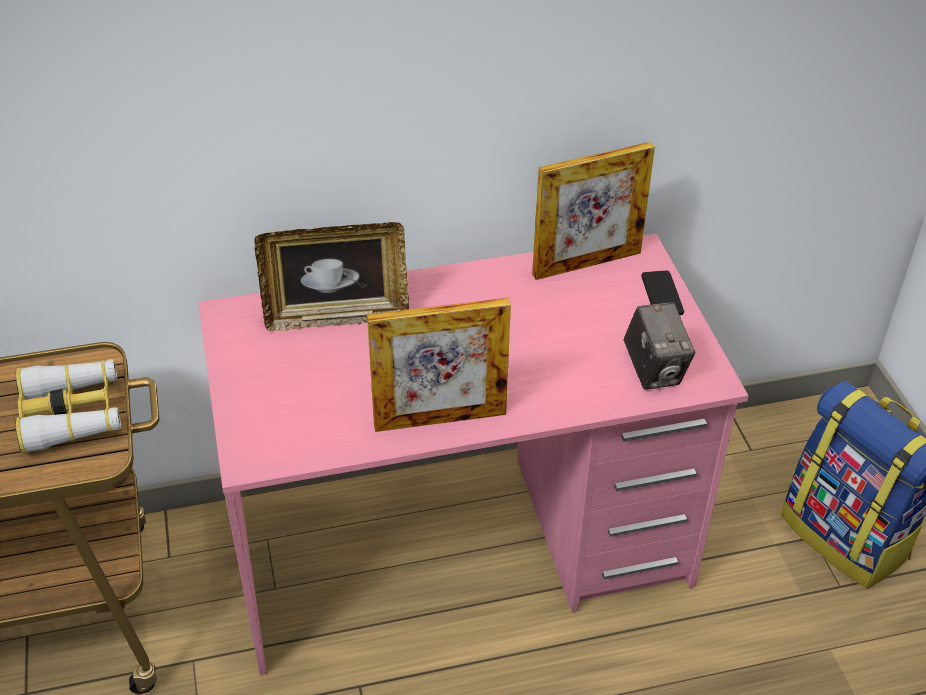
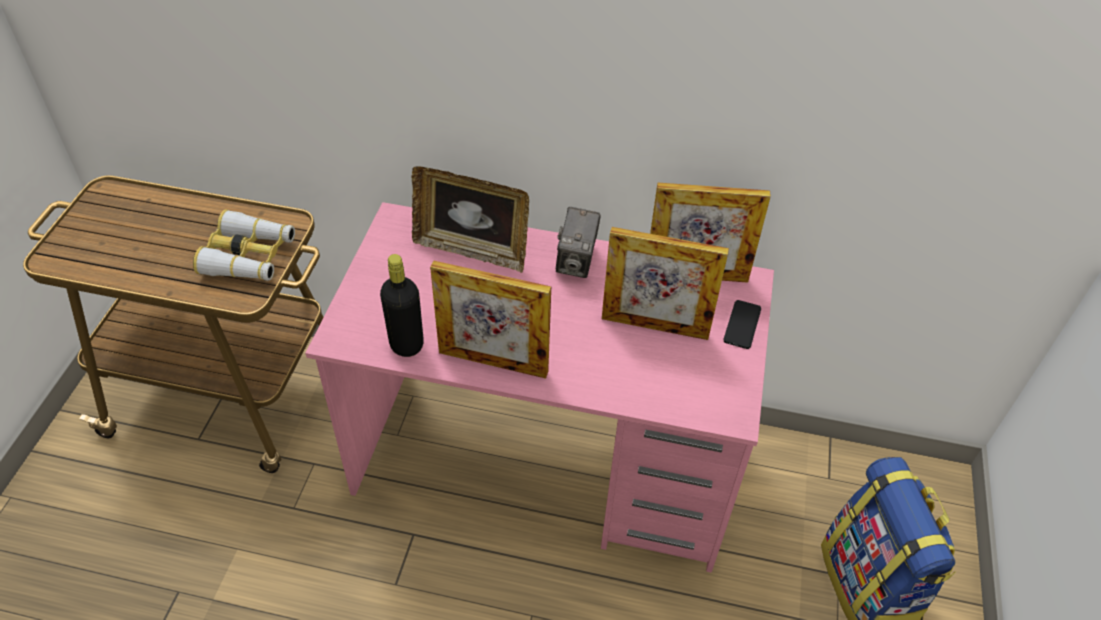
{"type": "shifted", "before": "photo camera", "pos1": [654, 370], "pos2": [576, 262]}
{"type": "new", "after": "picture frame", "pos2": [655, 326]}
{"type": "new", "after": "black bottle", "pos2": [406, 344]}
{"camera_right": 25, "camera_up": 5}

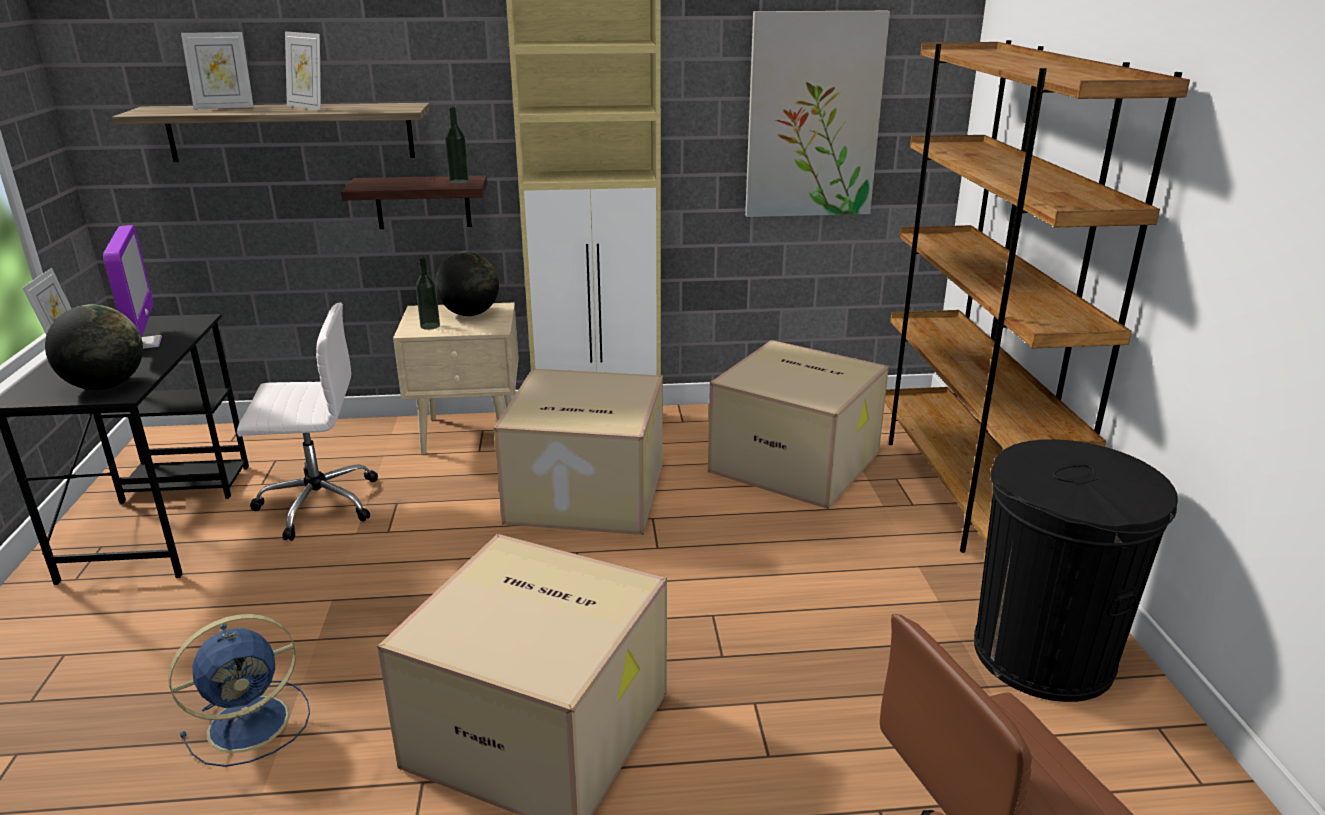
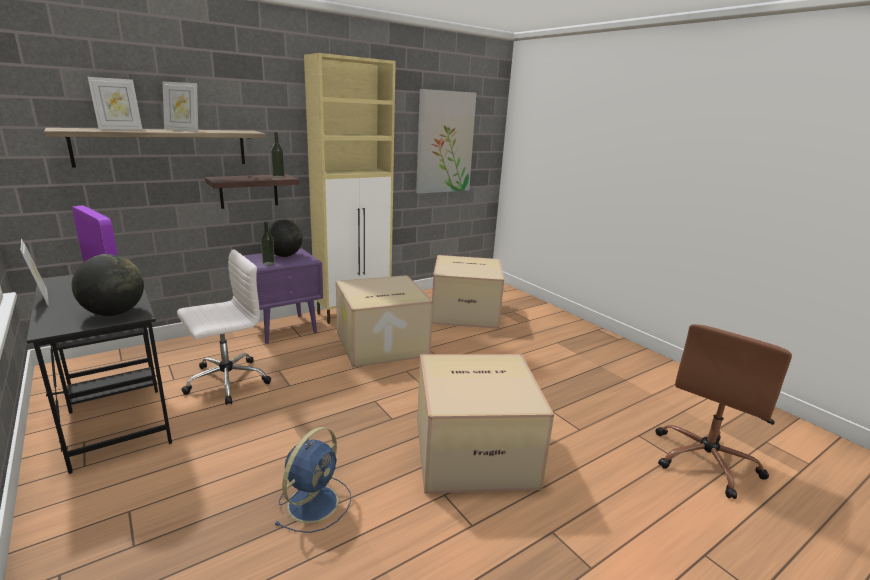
{"type": "gone", "before": "brown bookcase", "pos1": [963, 491]}
{"type": "repainted", "before": "beige nightstand", "after": "purple nightstand", "pos1": [470, 433], "pos2": [285, 328]}
{"type": "gone", "before": "black trash can", "pos1": [1043, 654]}
{"camera_right": -30, "camera_up": -5}

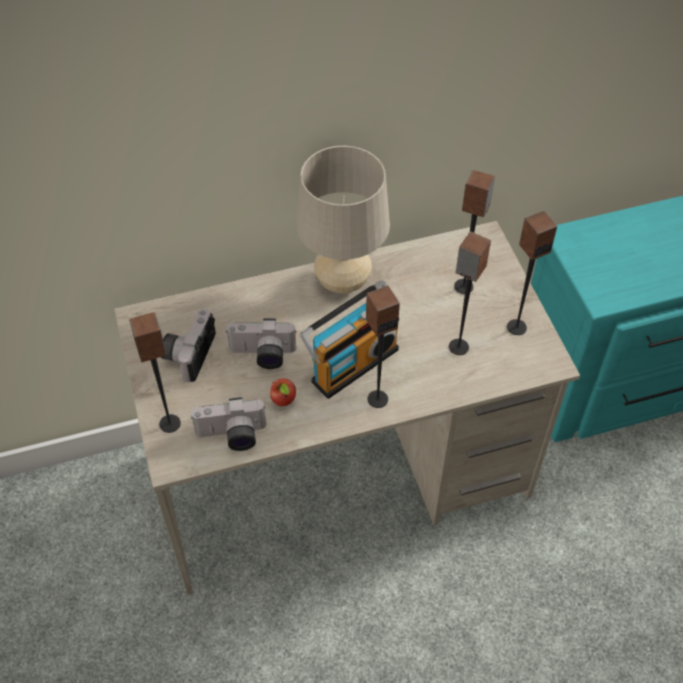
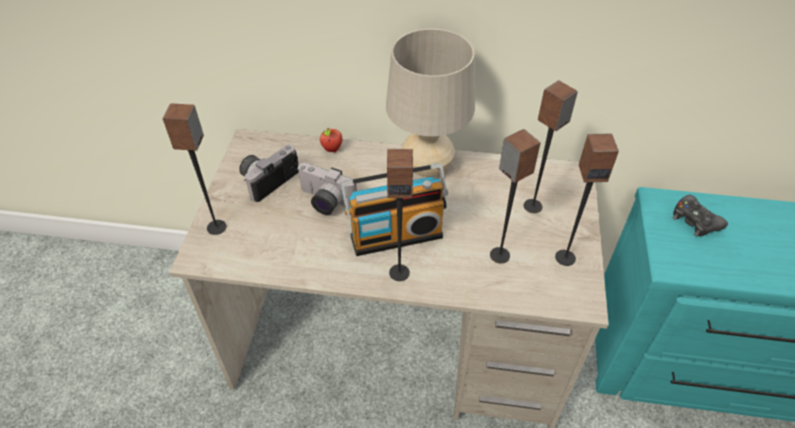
{"type": "shifted", "before": "apple", "pos1": [284, 402], "pos2": [332, 150]}
{"type": "gone", "before": "photo camera", "pos1": [232, 436]}
{"type": "new", "after": "black game controller", "pos2": [695, 221]}
{"camera_right": 25, "camera_up": -5}

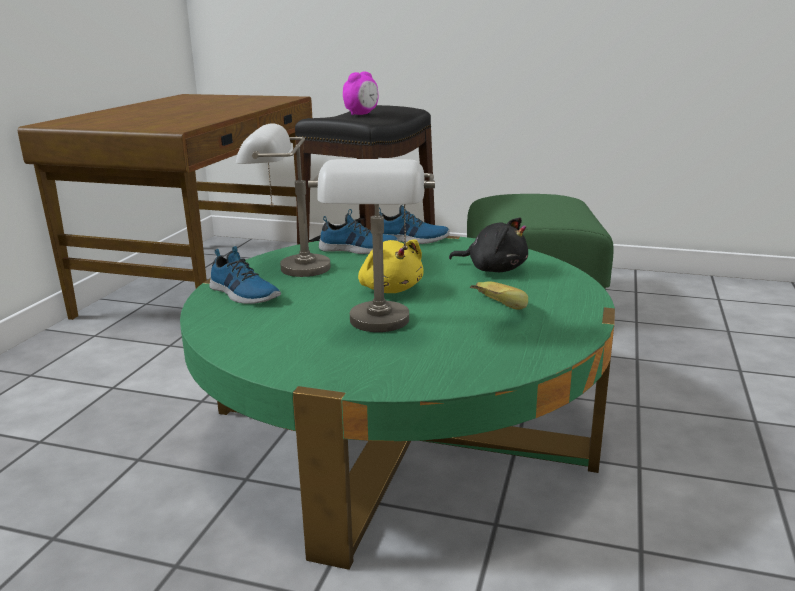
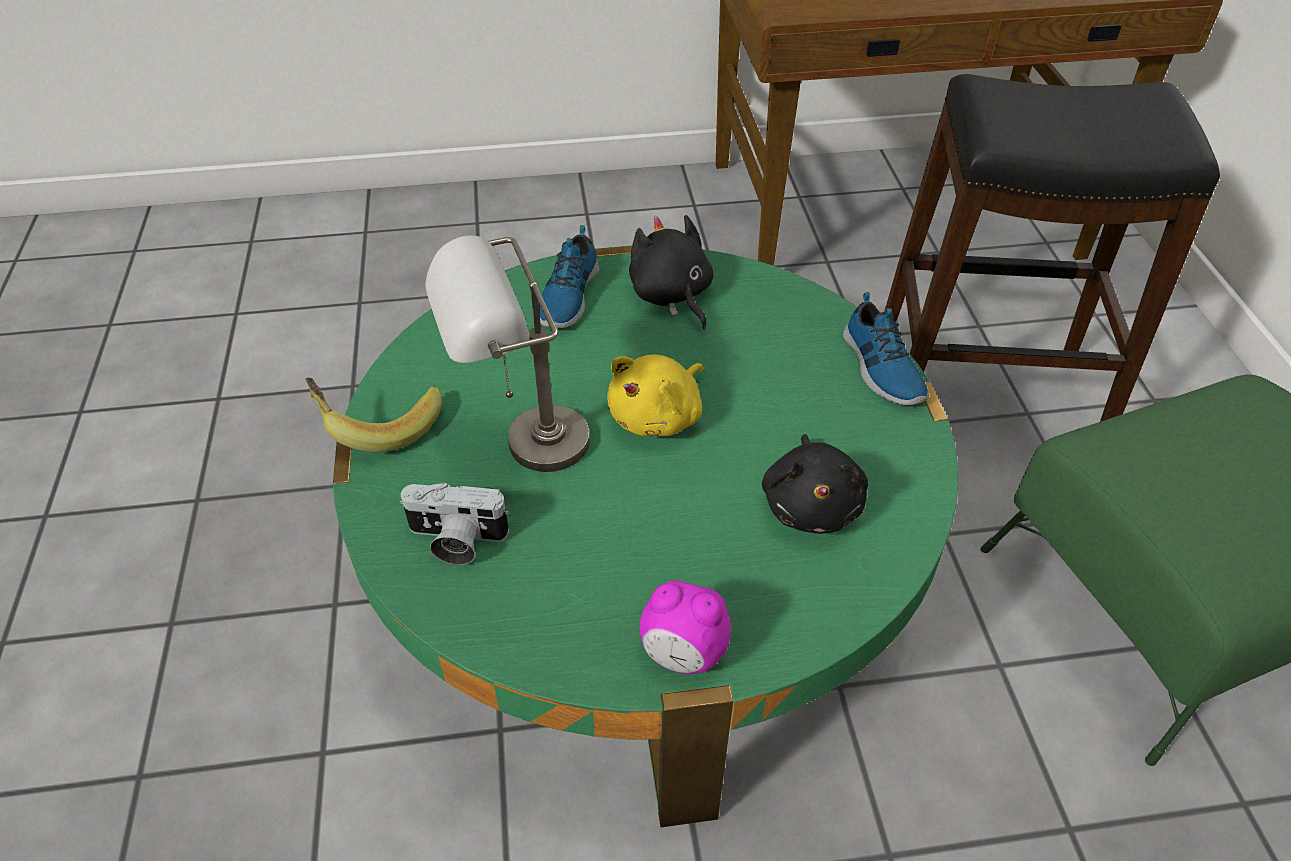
{"type": "shifted", "before": "alarm clock", "pos1": [361, 114], "pos2": [683, 654]}
{"type": "swapped", "before": "grey table lamp", "after": "black plush toy", "pos1": [287, 269], "pos2": [671, 296]}
{"type": "gone", "before": "shoe", "pos1": [358, 249]}
{"type": "shifted", "before": "banana", "pos1": [487, 312], "pos2": [379, 423]}
{"type": "new", "after": "photo camera", "pos2": [455, 540]}
{"camera_right": 65, "camera_up": 25}

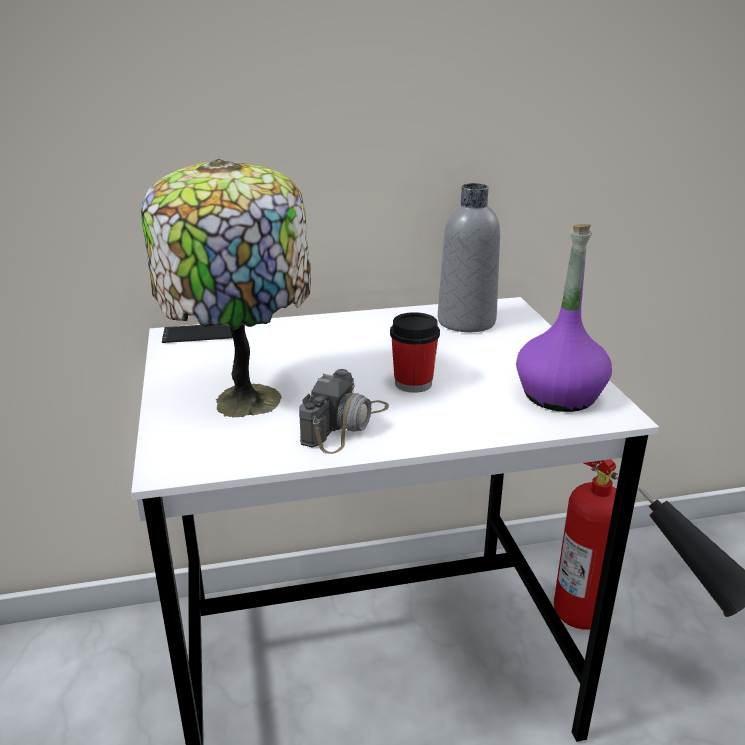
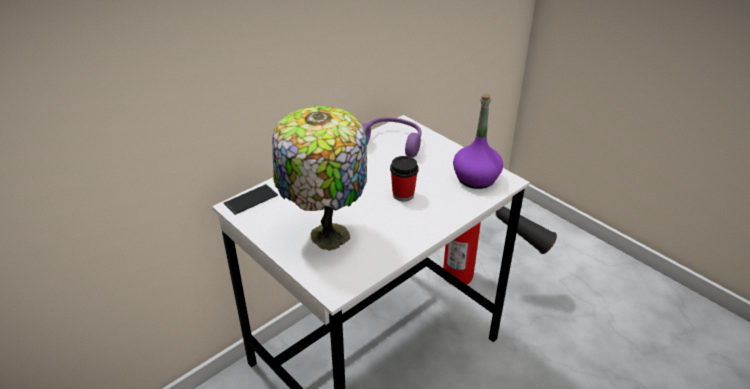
{"type": "swapped", "before": "grey bottle", "after": "purple headphones", "pos1": [466, 321], "pos2": [392, 142]}
{"type": "gone", "before": "photo camera", "pos1": [345, 423]}
{"camera_right": -30, "camera_up": 10}

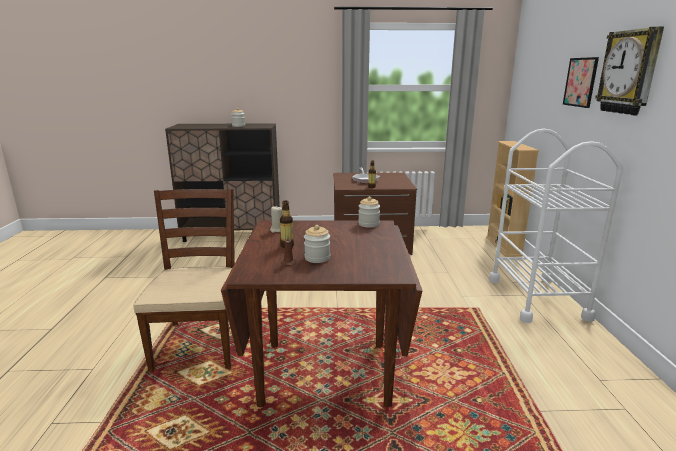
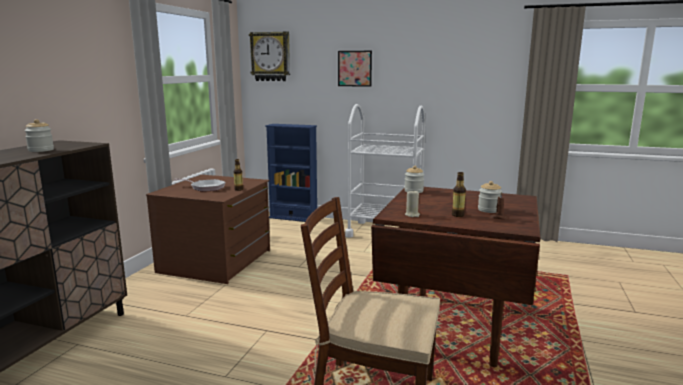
{"type": "shifted", "before": "wall clock", "pos1": [629, 72], "pos2": [270, 56]}
{"type": "repainted", "before": "beige bookcase", "after": "blue bookcase", "pos1": [503, 246], "pos2": [293, 218]}
{"camera_right": -70, "camera_up": -5}

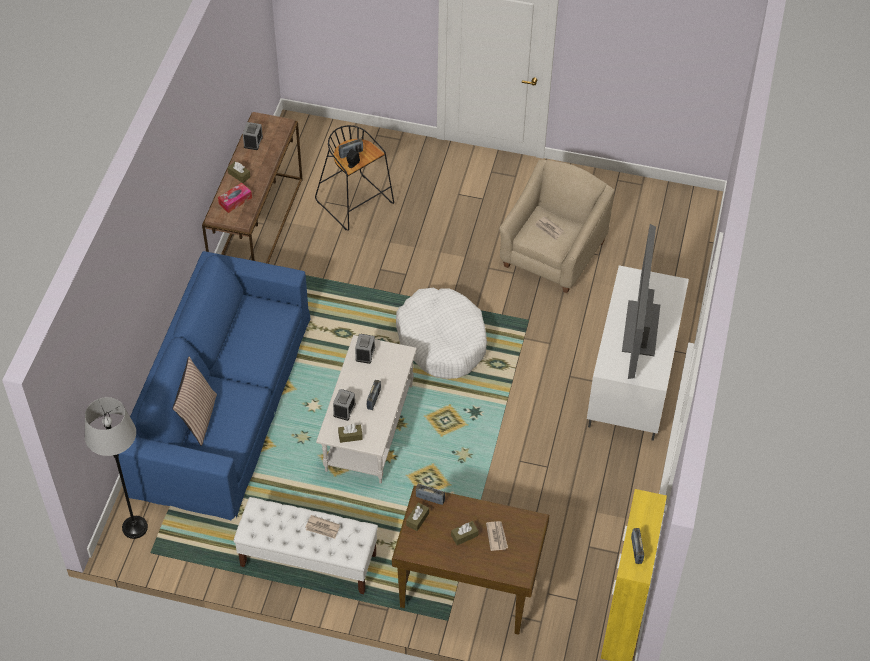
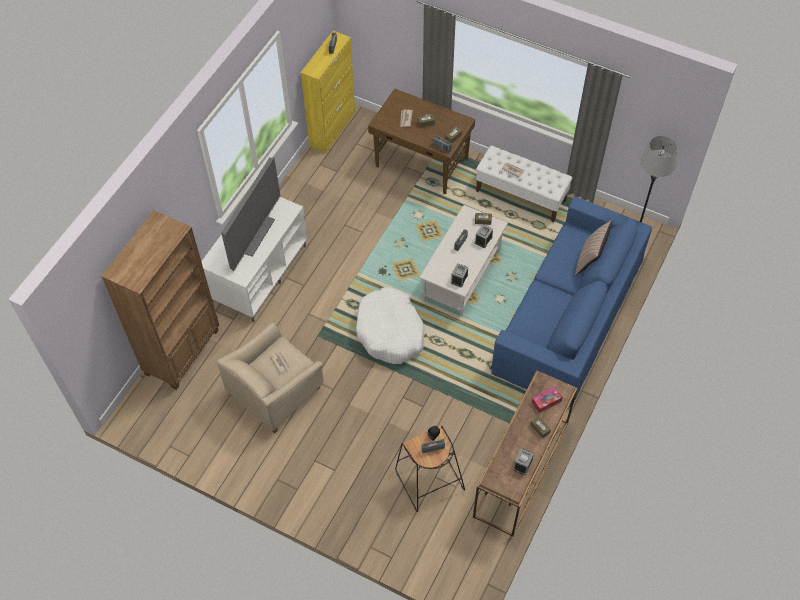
{"type": "new", "after": "brown bookcase", "pos2": [183, 352]}
{"camera_right": -165, "camera_up": 5}

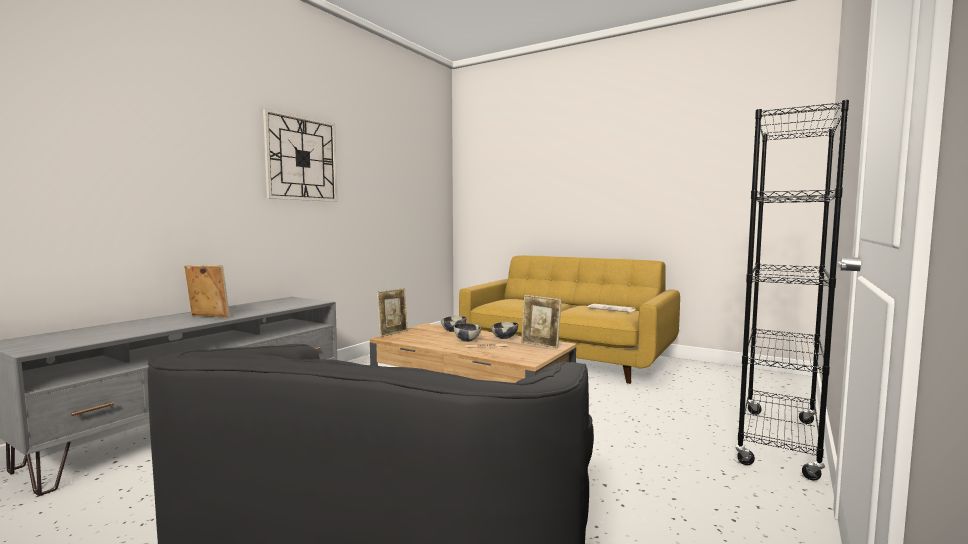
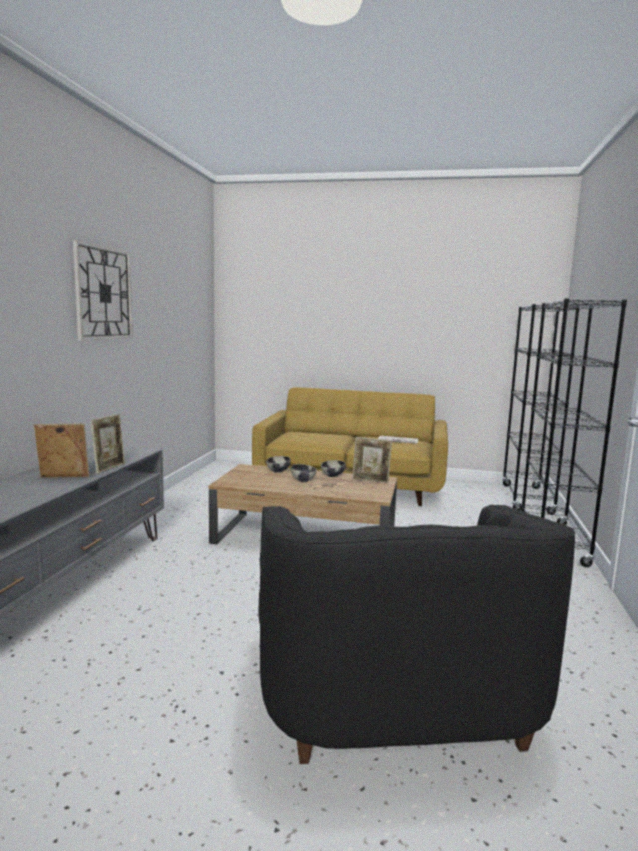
{"type": "shifted", "before": "picture frame", "pos1": [393, 333], "pos2": [109, 468]}
{"type": "new", "after": "black bookcase", "pos2": [527, 499]}
{"camera_right": -20, "camera_up": 5}

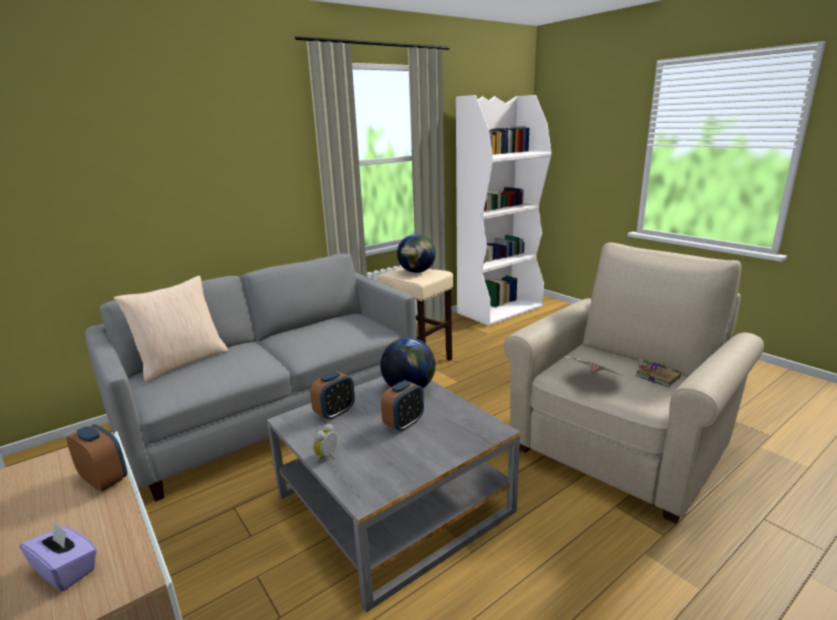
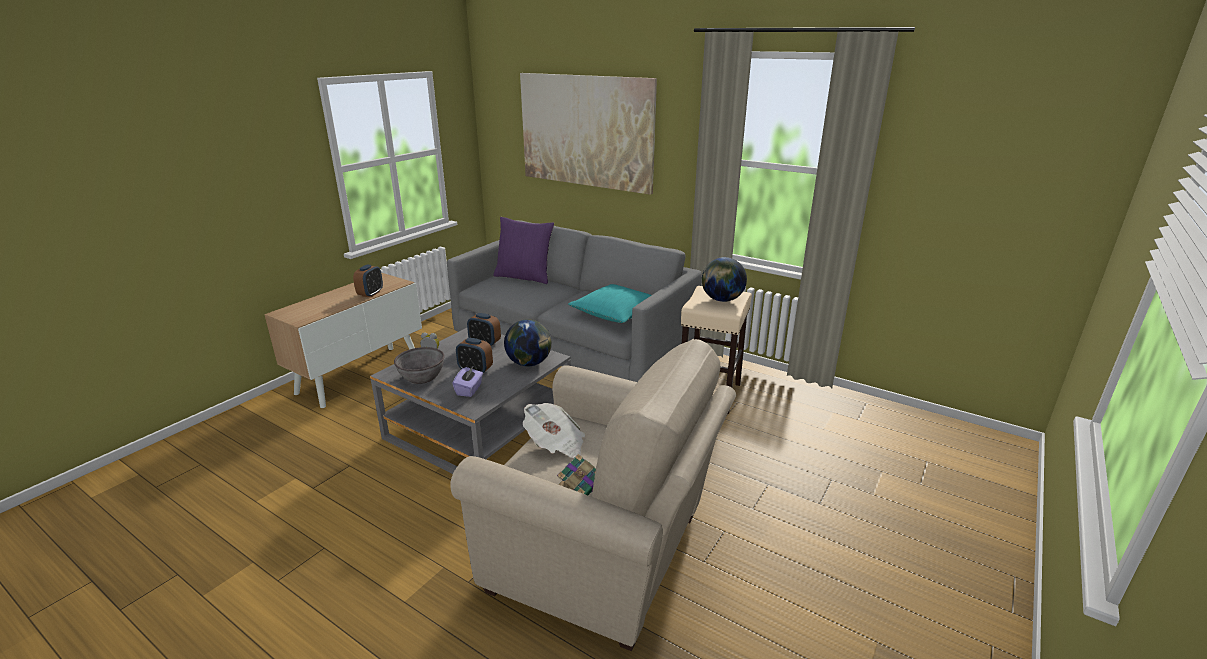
{"type": "gone", "before": "white bookcase", "pos1": [500, 309]}
{"type": "repainted", "before": "beige pillow", "after": "purple pillow", "pos1": [182, 362], "pos2": [524, 277]}
{"type": "shifted", "before": "purple tissue box", "pos1": [66, 570], "pos2": [469, 390]}
{"type": "new", "after": "picture", "pos2": [585, 131]}
{"type": "new", "after": "turquoise pillow", "pos2": [616, 313]}
{"type": "new", "after": "grey bowl", "pos2": [422, 377]}
{"camera_right": 70, "camera_up": 5}

